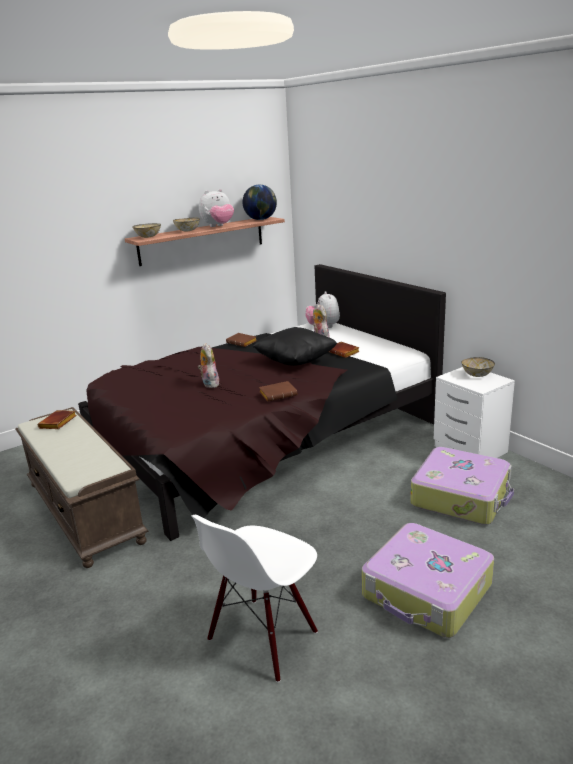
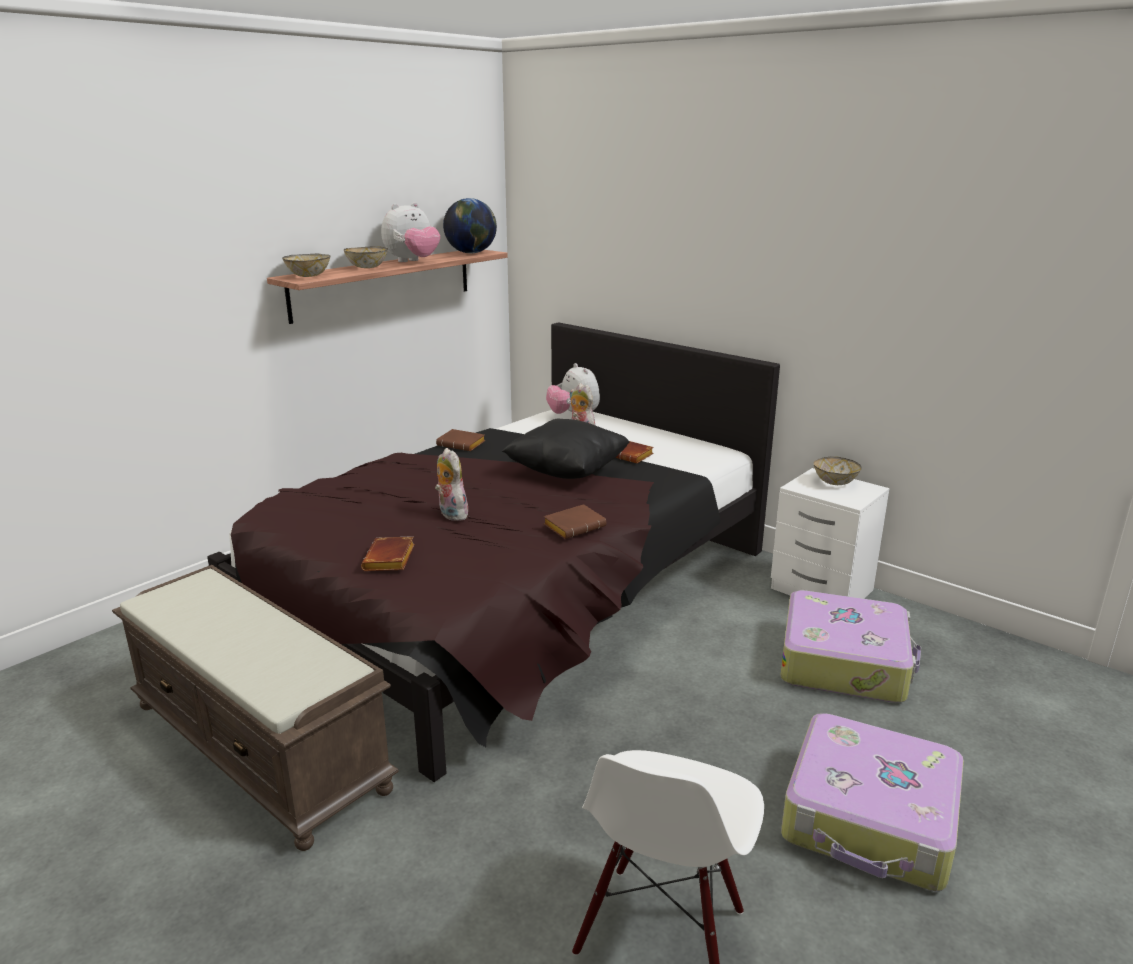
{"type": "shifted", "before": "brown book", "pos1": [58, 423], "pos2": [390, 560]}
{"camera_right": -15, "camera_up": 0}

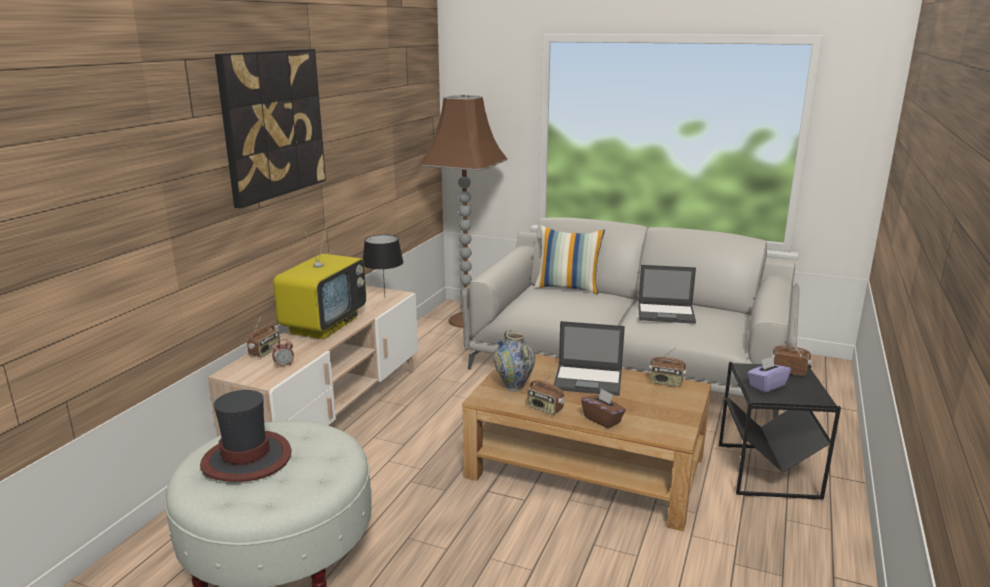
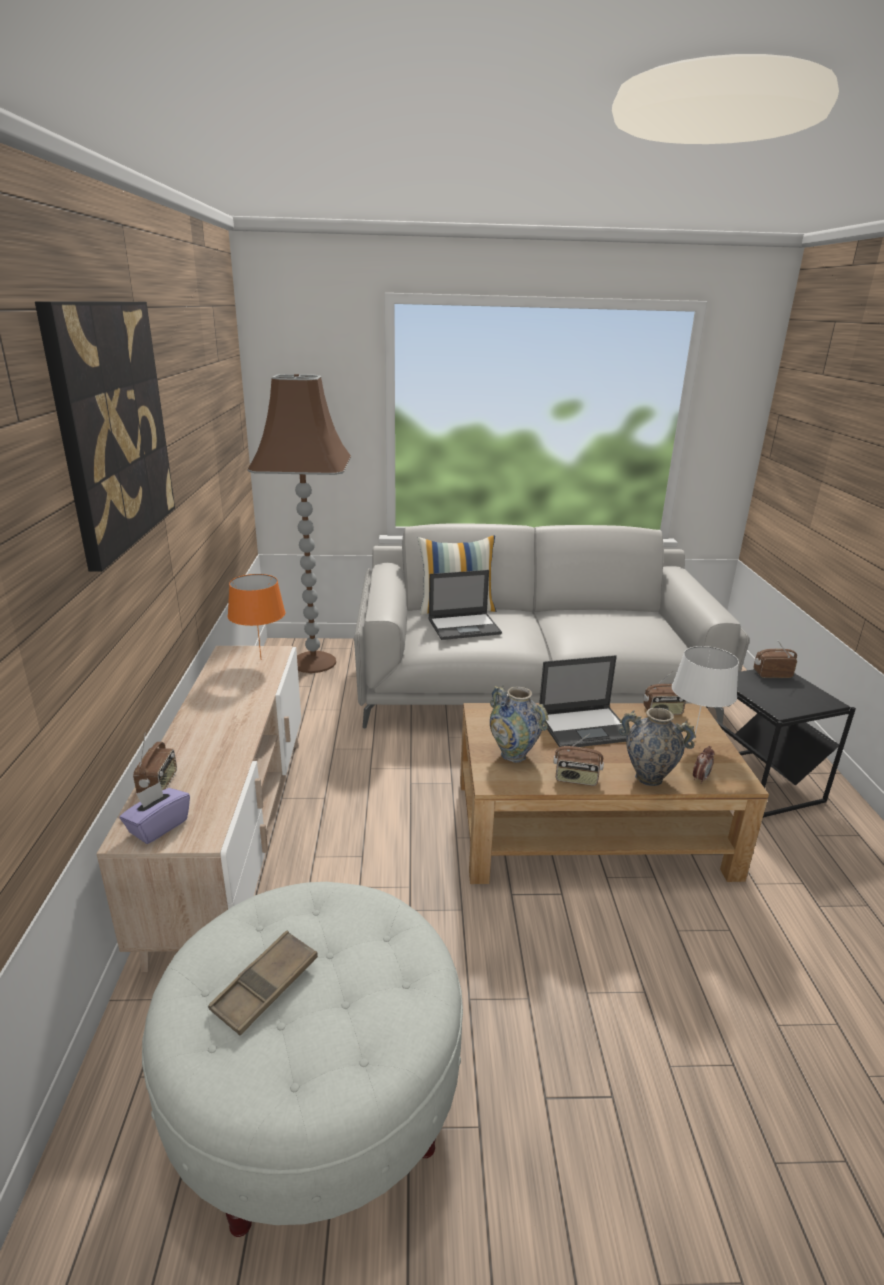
{"type": "gone", "before": "television", "pos1": [324, 325]}
{"type": "repainted", "before": "black table lamp", "after": "orange table lamp", "pos1": [385, 297], "pos2": [261, 660]}
{"type": "shifted", "before": "laptop", "pos1": [666, 313], "pos2": [465, 626]}
{"type": "shifted", "before": "alarm clock", "pos1": [284, 365], "pos2": [700, 778]}
{"type": "shifted", "before": "purple tissue box", "pos1": [766, 386], "pos2": [158, 826]}
{"type": "swapped", "before": "brown tissue box", "after": "vase", "pos1": [602, 419], "pos2": [648, 777]}
{"type": "swapped", "before": "hat", "after": "brown tray", "pos1": [247, 459], "pos2": [265, 986]}
{"type": "new", "after": "white table lamp", "pos2": [694, 739]}
{"camera_right": -25, "camera_up": 5}

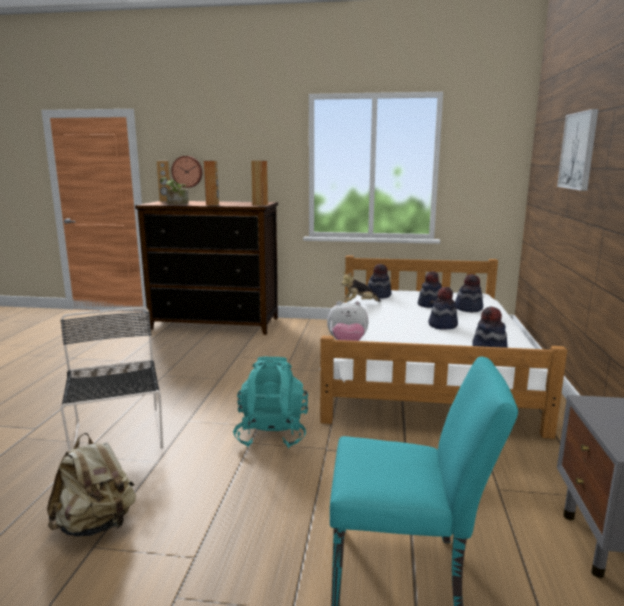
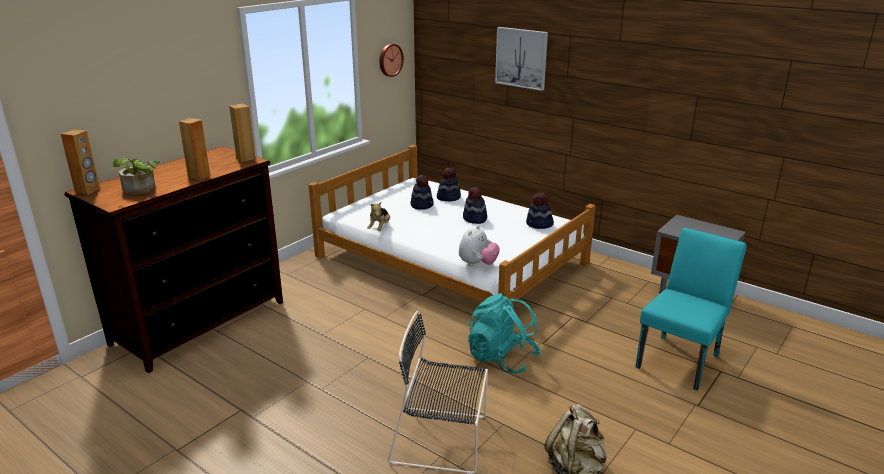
{"type": "shifted", "before": "wall clock", "pos1": [187, 171], "pos2": [390, 60]}
{"type": "gone", "before": "hat", "pos1": [378, 295]}
{"camera_right": -60, "camera_up": 10}

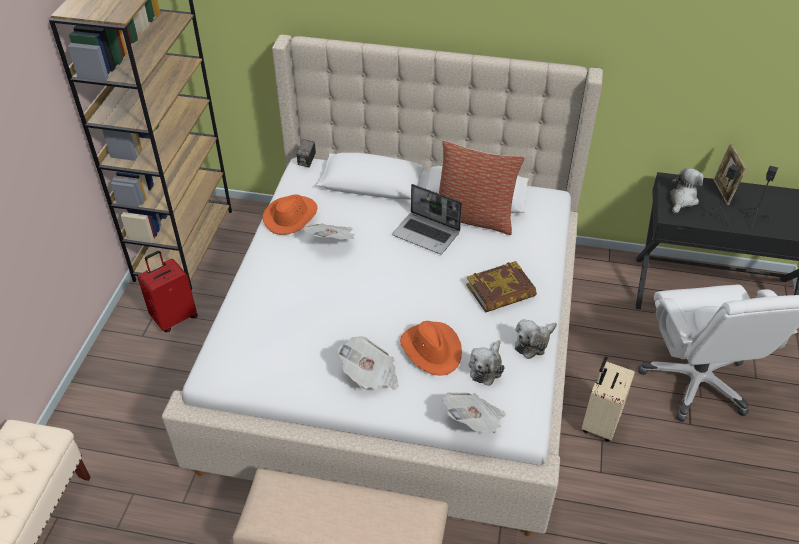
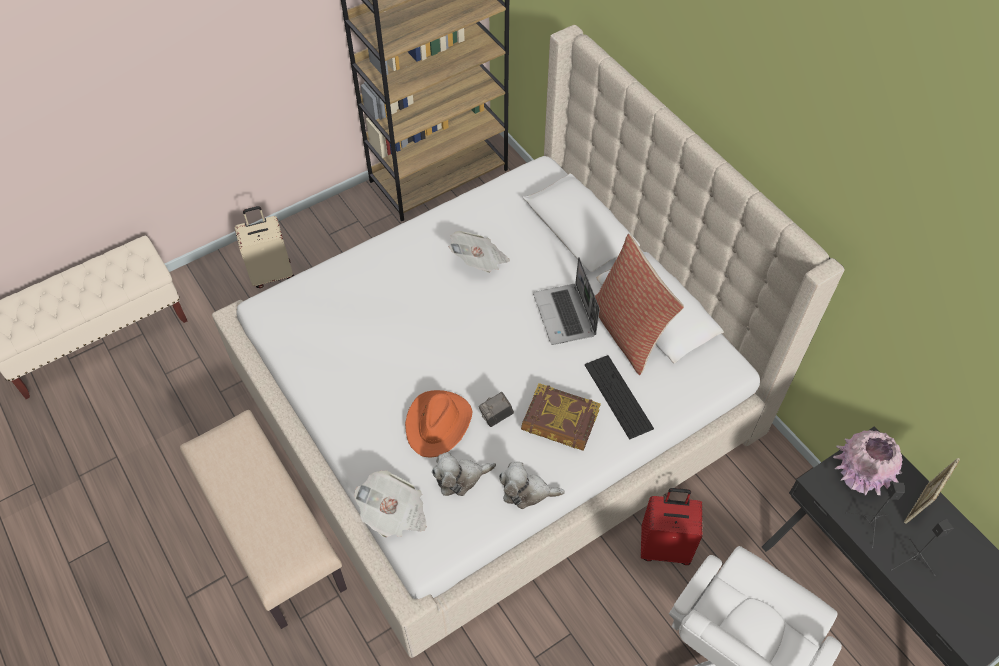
{"type": "shifted", "before": "photo camera", "pos1": [307, 162], "pos2": [496, 417]}
{"type": "swapped", "before": "plush toy", "after": "pink vase", "pos1": [682, 200], "pos2": [858, 477]}
{"type": "gone", "before": "orange hat", "pos1": [291, 216]}
{"type": "shifted", "before": "red suitcase", "pos1": [174, 317], "pos2": [665, 546]}
{"type": "gone", "before": "newspaper", "pos1": [370, 375]}
{"type": "shifted", "before": "beige suitcase", "pos1": [599, 422], "pos2": [272, 274]}
{"type": "new", "after": "keyboard", "pos2": [618, 396]}
{"camera_right": 45, "camera_up": 10}

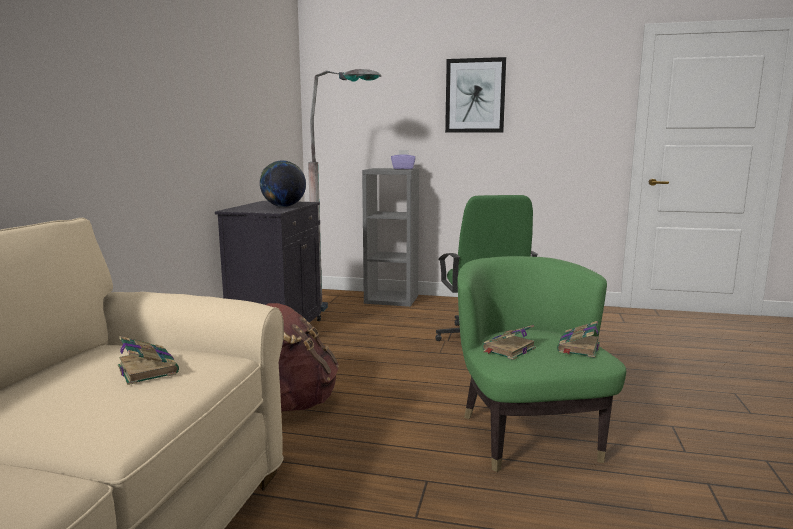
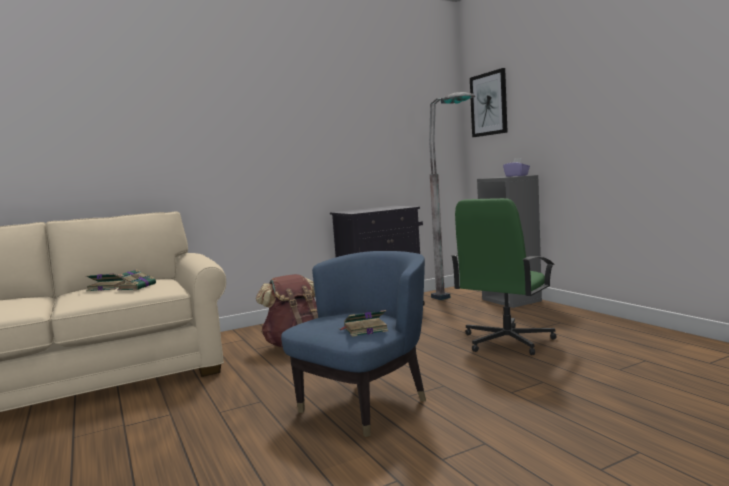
{"type": "shifted", "before": "picture", "pos1": [475, 96], "pos2": [489, 104]}
{"type": "gone", "before": "globe", "pos1": [283, 206]}
{"type": "repainted", "before": "green armchair", "after": "blue armchair", "pos1": [527, 435], "pos2": [365, 404]}
{"type": "shifted", "before": "book", "pos1": [508, 349], "pos2": [105, 288]}
{"camera_right": 50, "camera_up": -5}

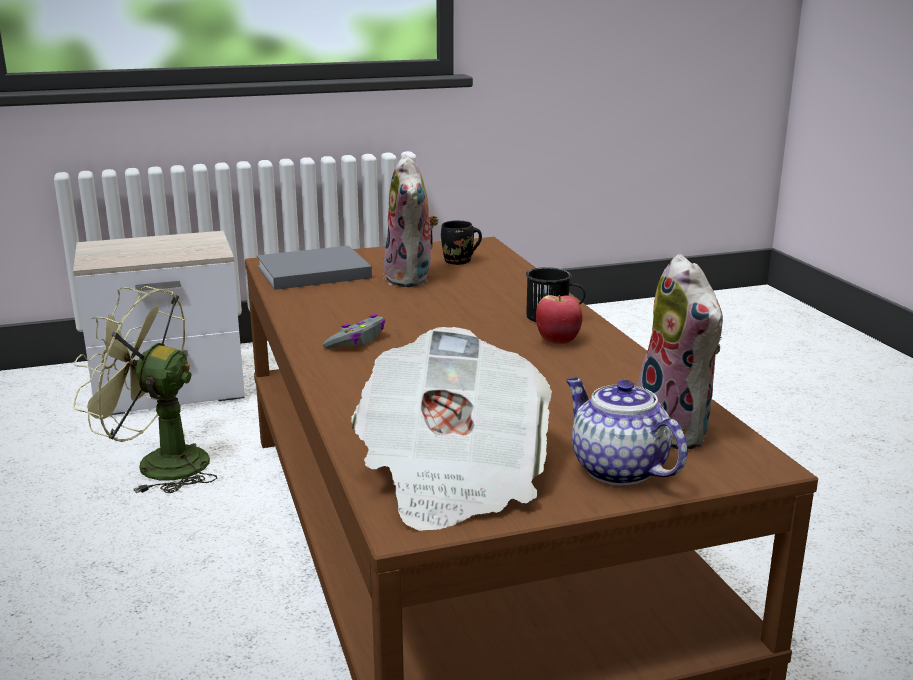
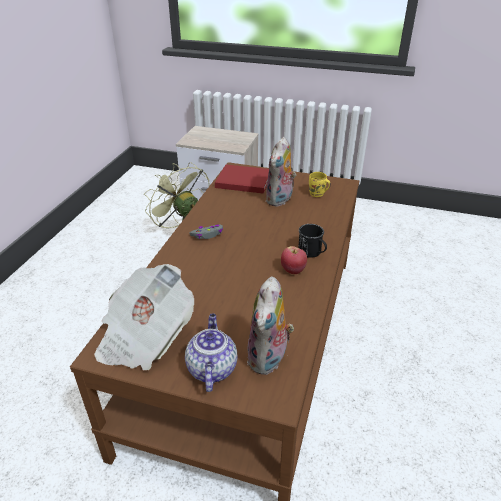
{"type": "repainted", "before": "black mug", "after": "yellow mug", "pos1": [459, 261], "pos2": [317, 194]}
{"type": "repainted", "before": "grey book", "after": "red book", "pos1": [310, 272], "pos2": [242, 180]}
{"camera_right": 35, "camera_up": 15}

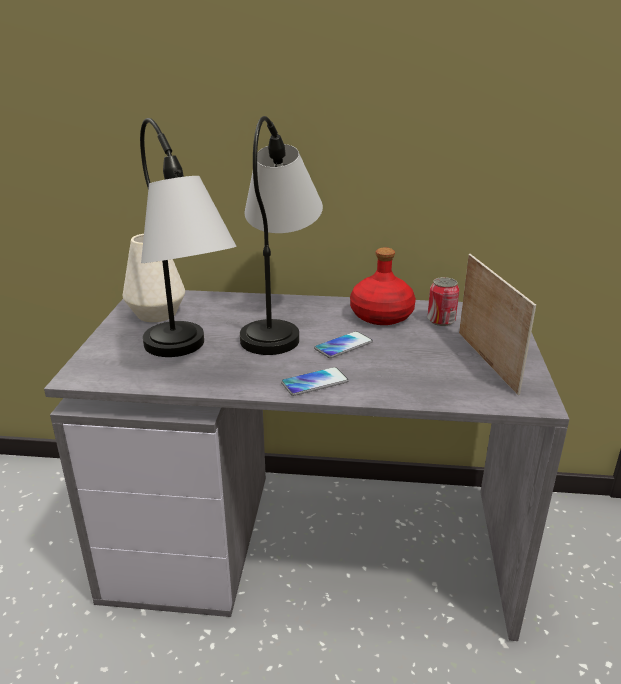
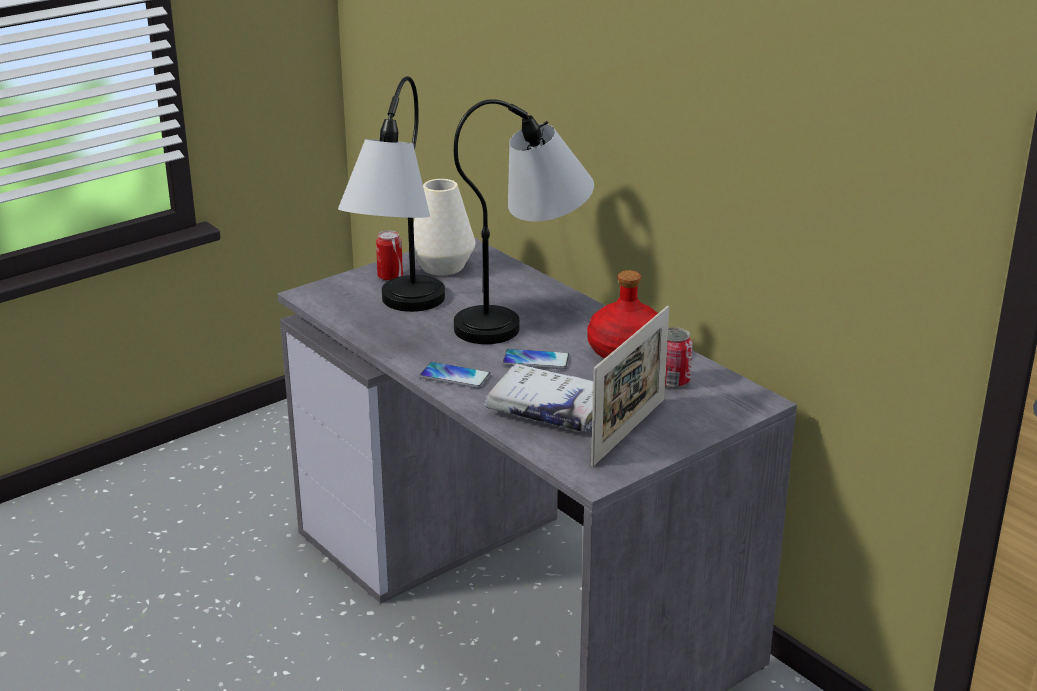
{"type": "new", "after": "can", "pos2": [390, 277]}
{"type": "new", "after": "white book", "pos2": [548, 410]}
{"camera_right": 45, "camera_up": 0}

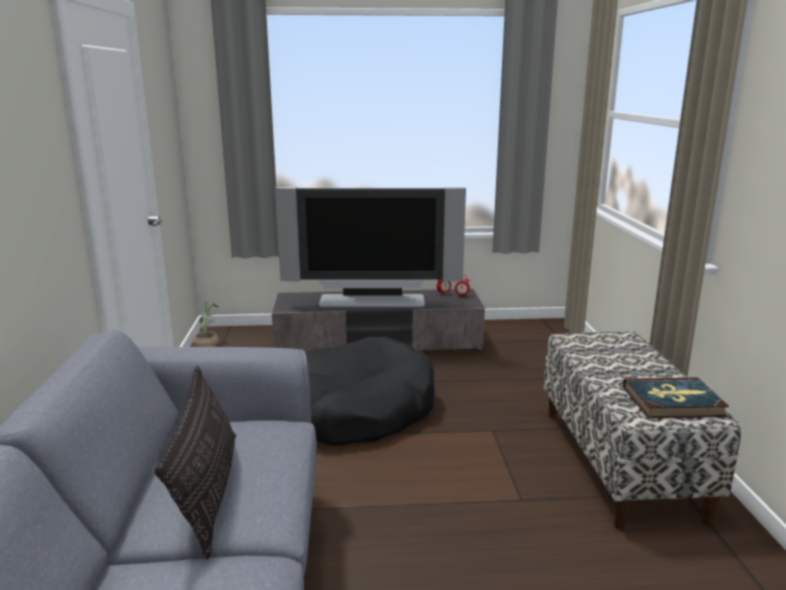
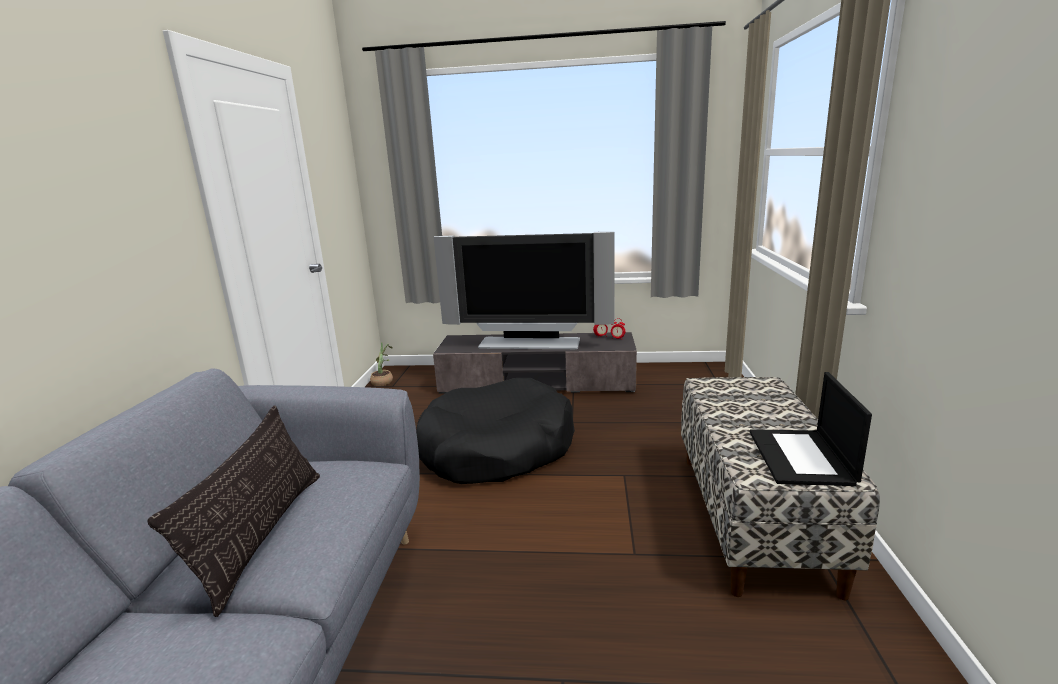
{"type": "swapped", "before": "book", "after": "laptop", "pos1": [672, 401], "pos2": [801, 458]}
{"camera_right": 10, "camera_up": 0}

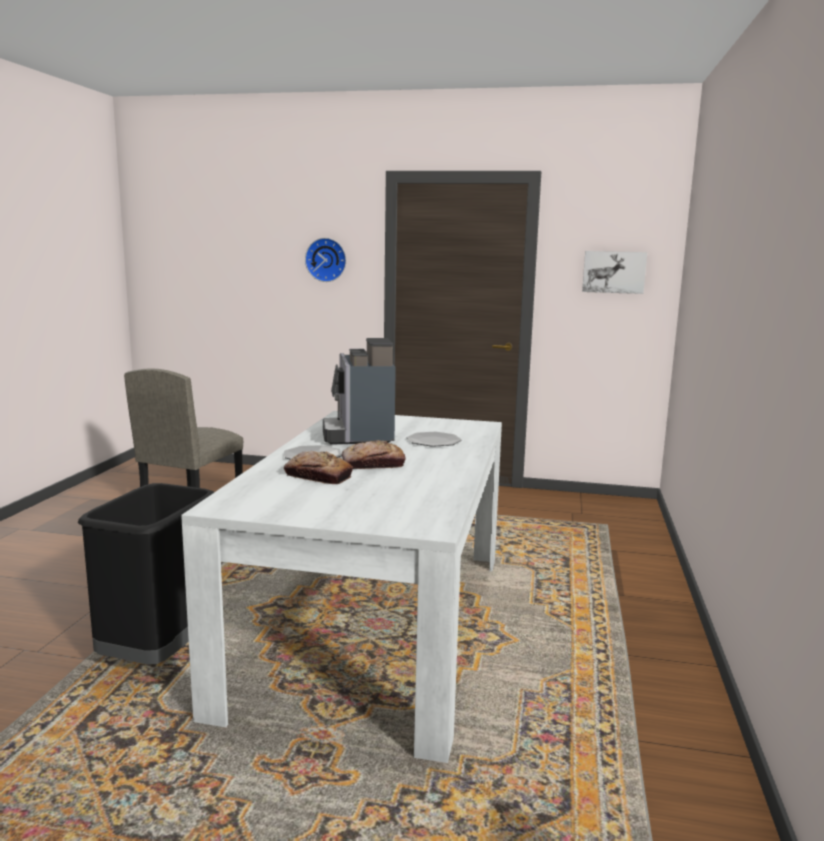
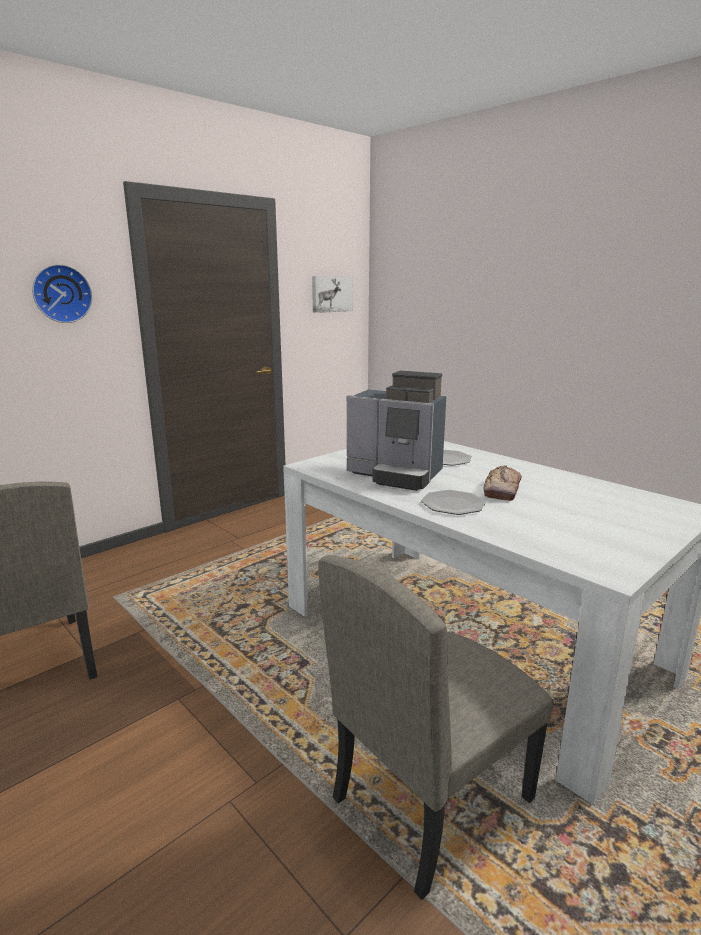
{"type": "gone", "before": "bread", "pos1": [318, 476]}
{"type": "swapped", "before": "black trash can", "after": "beige chair", "pos1": [160, 653], "pos2": [431, 797]}
{"camera_right": -55, "camera_up": 5}

